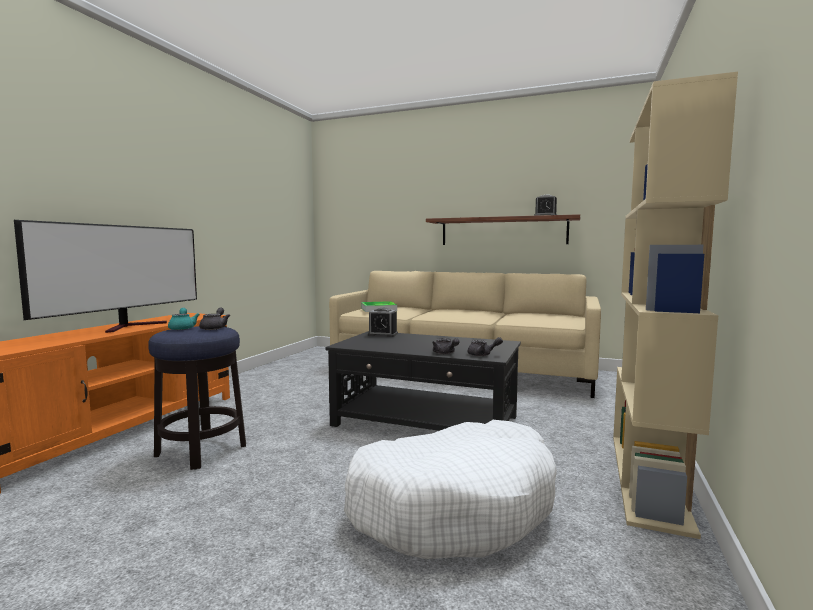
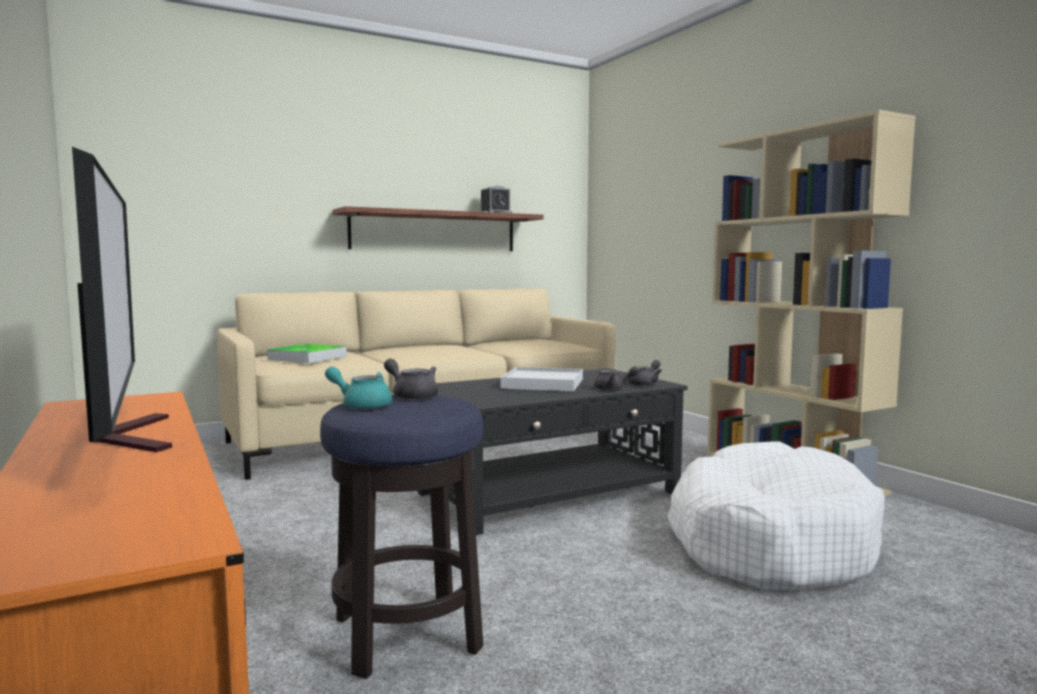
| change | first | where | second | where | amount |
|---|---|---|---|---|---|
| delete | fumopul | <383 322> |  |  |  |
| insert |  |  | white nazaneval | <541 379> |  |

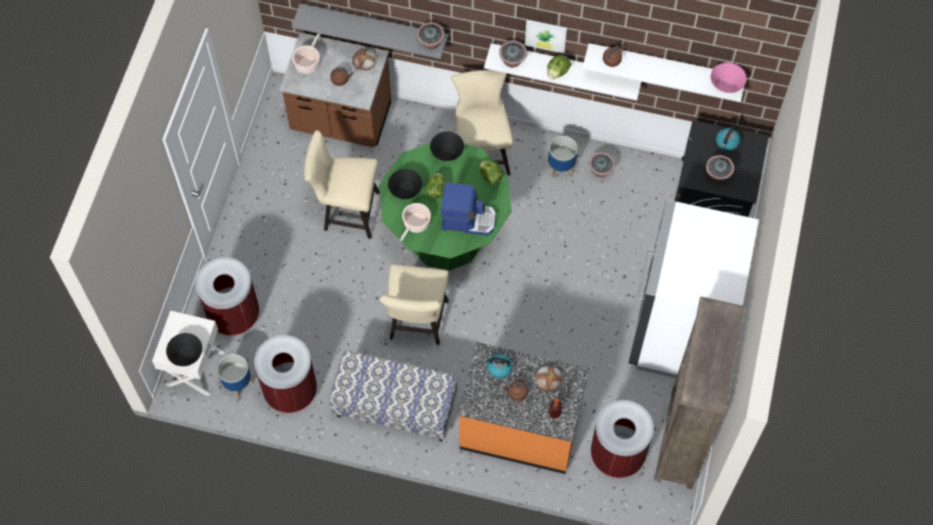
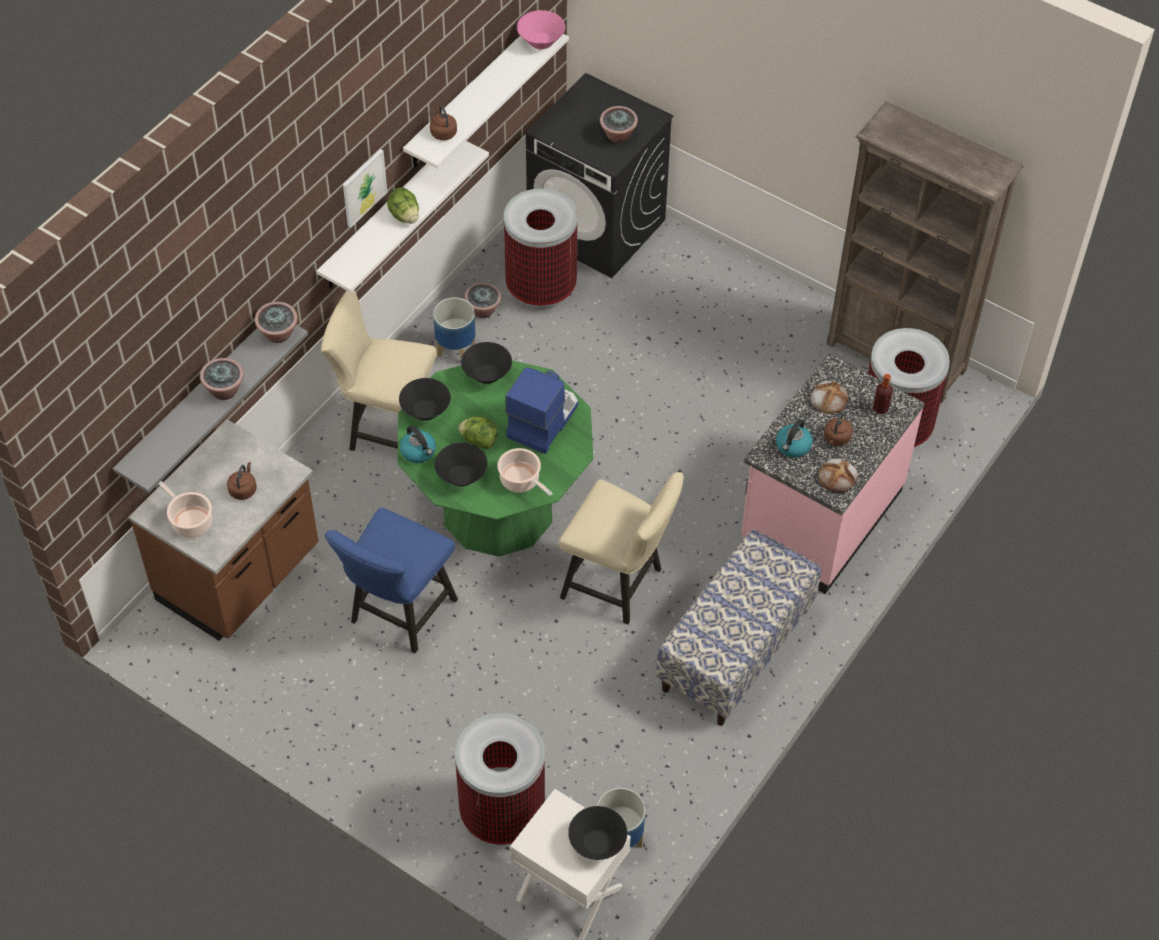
| change | first | where | second | where | amount |
|---|---|---|---|---|---|
| move | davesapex | <285 374> |  | <541 249> |  |
| recolor | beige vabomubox | <342 184> | blue vabomubox | <391 580> |  |
| move | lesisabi | <364 59> |  | <838 476> |  |
| recolor | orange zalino | <523 408> | pink zalino | <833 474> |  |
| replace | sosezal | <491 172> | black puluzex | <486 363> |  |
| move | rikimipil | <513 54> |  | <222 379> |  |
| delete | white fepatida | <694 289> |  |  |  |
| move | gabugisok | <728 138> |  | <418 444> |  |

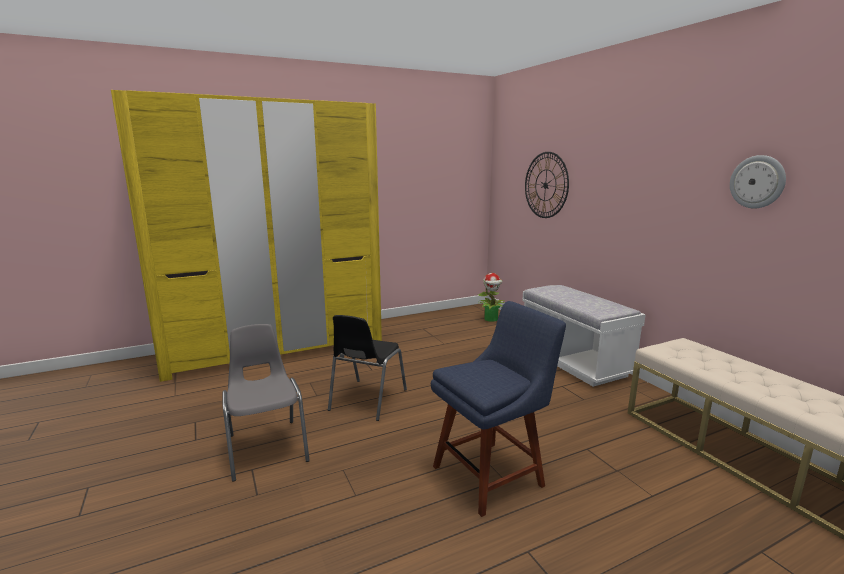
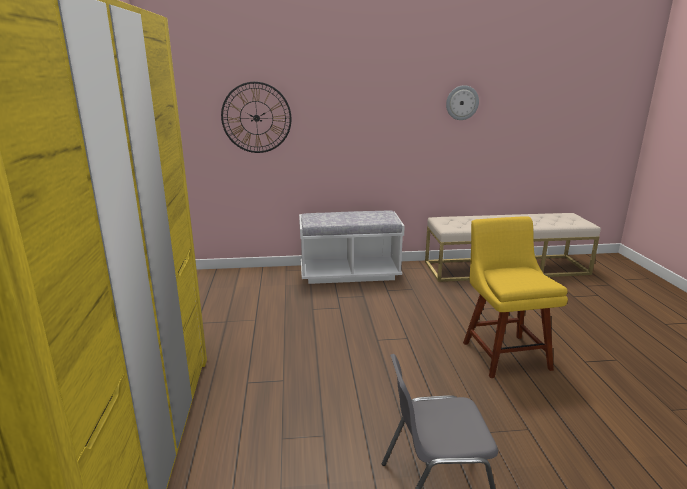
| change | first | where | second | where | amount |
|---|---|---|---|---|---|
| delete | black vabomubox | <367 368> |  |  |  |
| recolor | blue vabomubox | <498 409> | yellow vabomubox | <515 297> |  |
| delete | rikimipil | <491 297> |  |  |  |

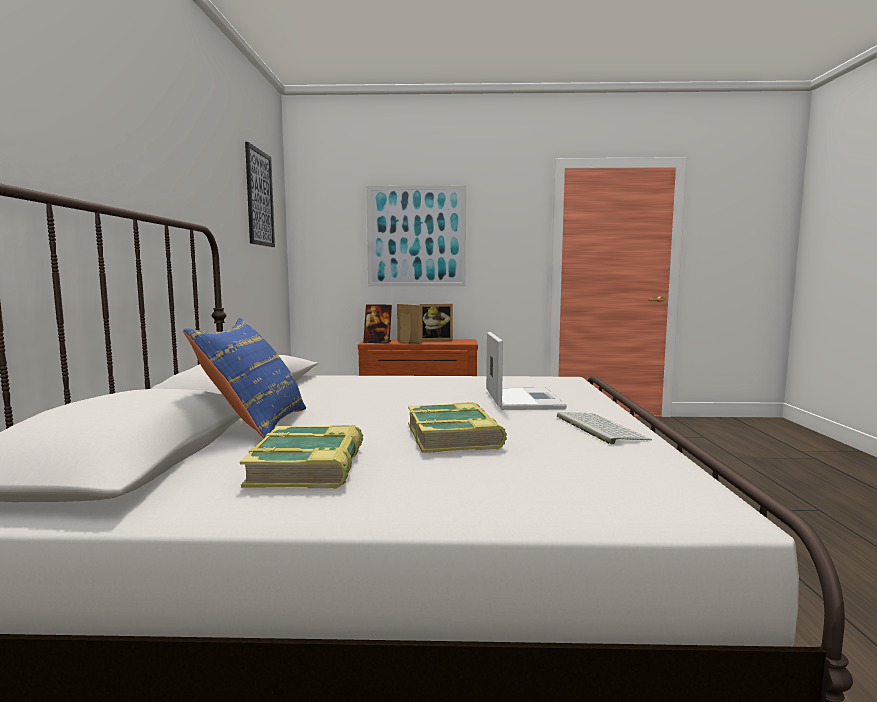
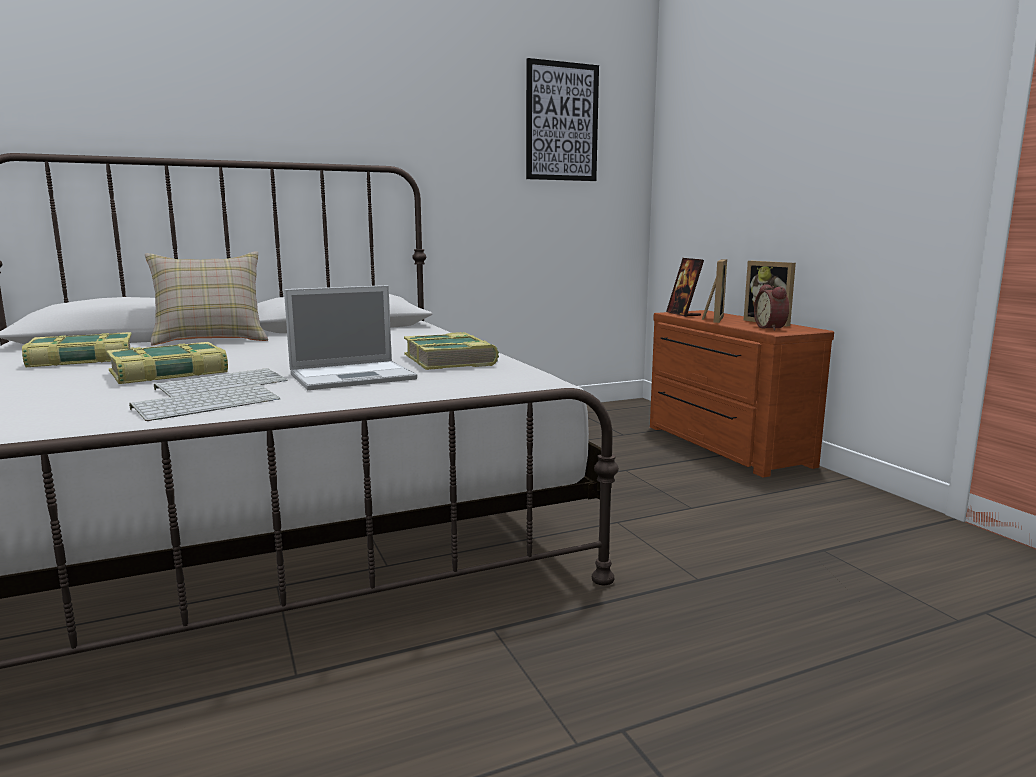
| change | first | where | second | where | amount |
|---|---|---|---|---|---|
| recolor | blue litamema | <244 378> | beige litamema | <206 298> |  |
| delete | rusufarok | <416 236> |  |  |  |
| insert |  |  | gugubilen | <221 382> |  |
| insert |  |  | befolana | <451 351> |  |
| insert |  |  | fumopul | <771 307> |  |

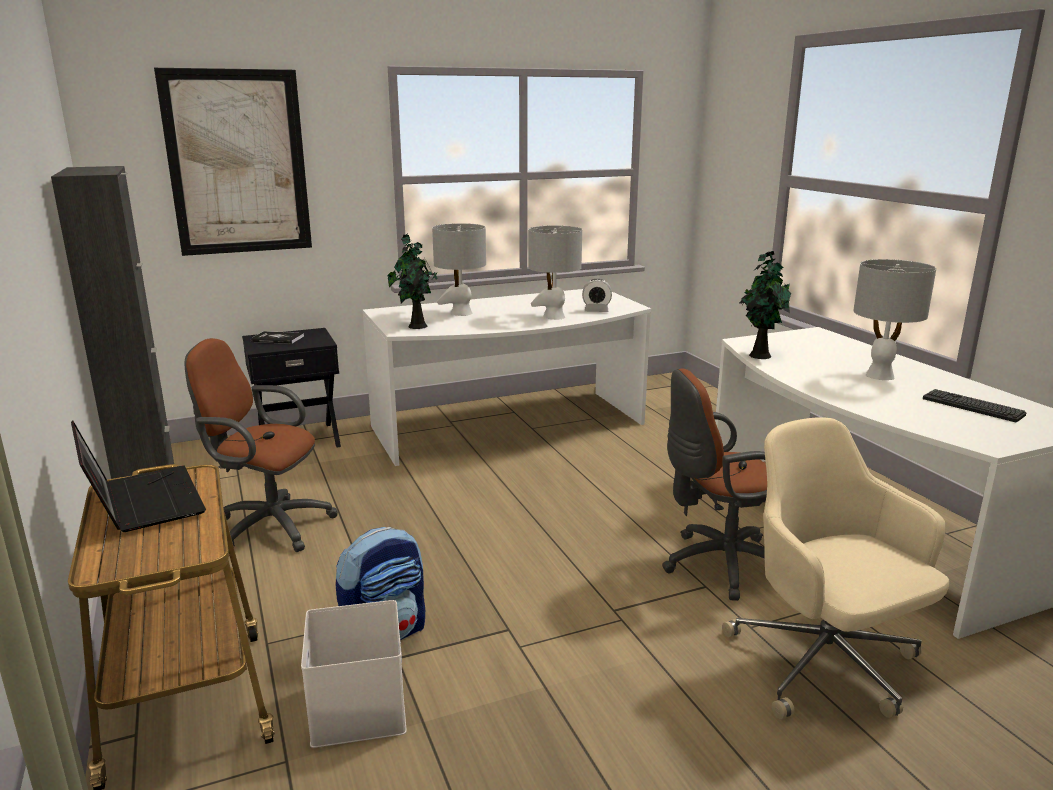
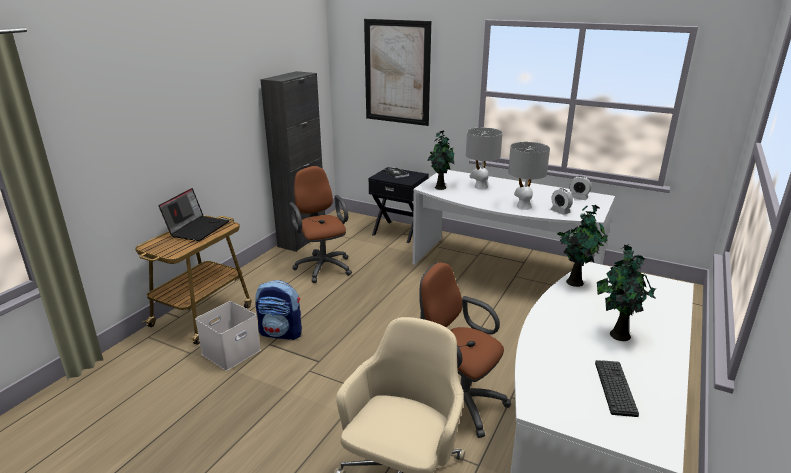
| change | first | where | second | where | amount |
|---|---|---|---|---|---|
| replace | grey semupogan | <895 319> | rikimipil | <626 292> |  |
| insert |  |  | fumopul | <580 188> |  |

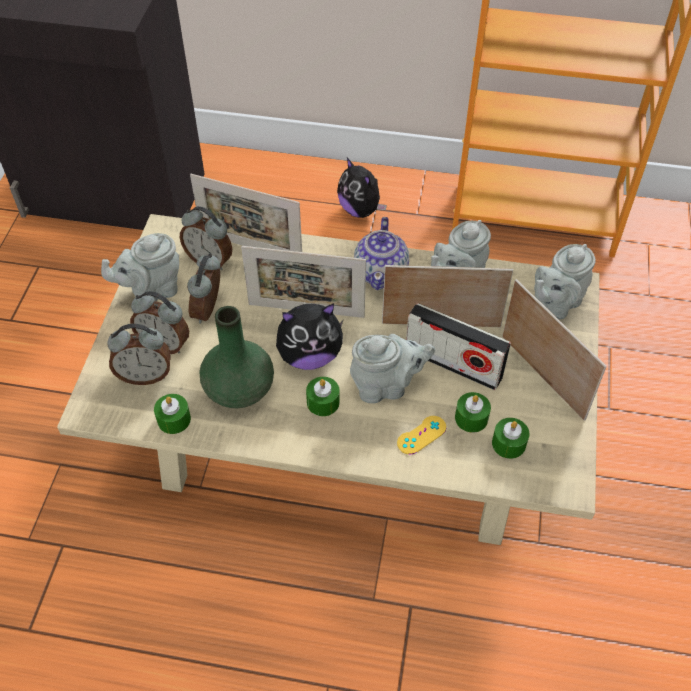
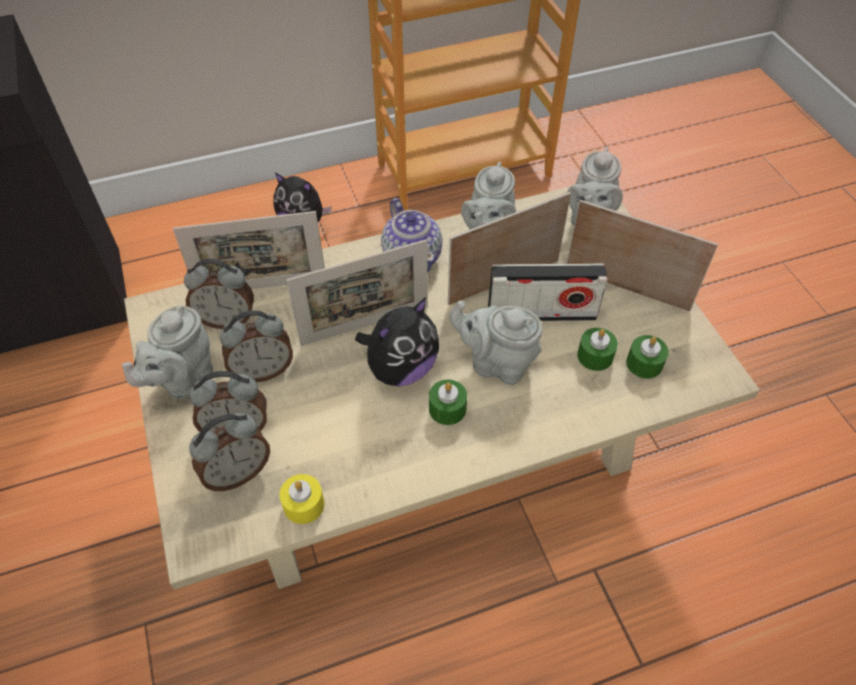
| change | first | where | second | where | amount |
|---|---|---|---|---|---|
| recolor | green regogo | <172 414> | yellow regogo | <301 499> |  |
| rotate | fumopul | <203 288> |  | <256 346> | 90 degrees counterclockwise |
| delete | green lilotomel | <236 357> |  |  |  |
| rotate | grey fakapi | <392 369> |  | <495 342> | 120 degrees counterclockwise |
| delete | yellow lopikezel | <421 435> |  |  |  |

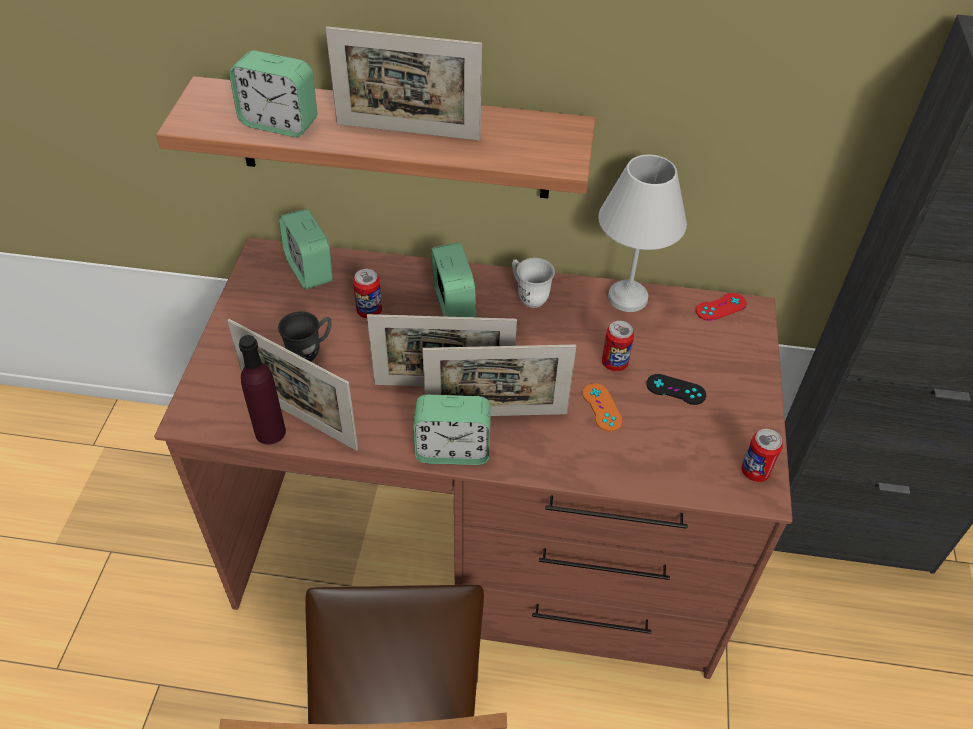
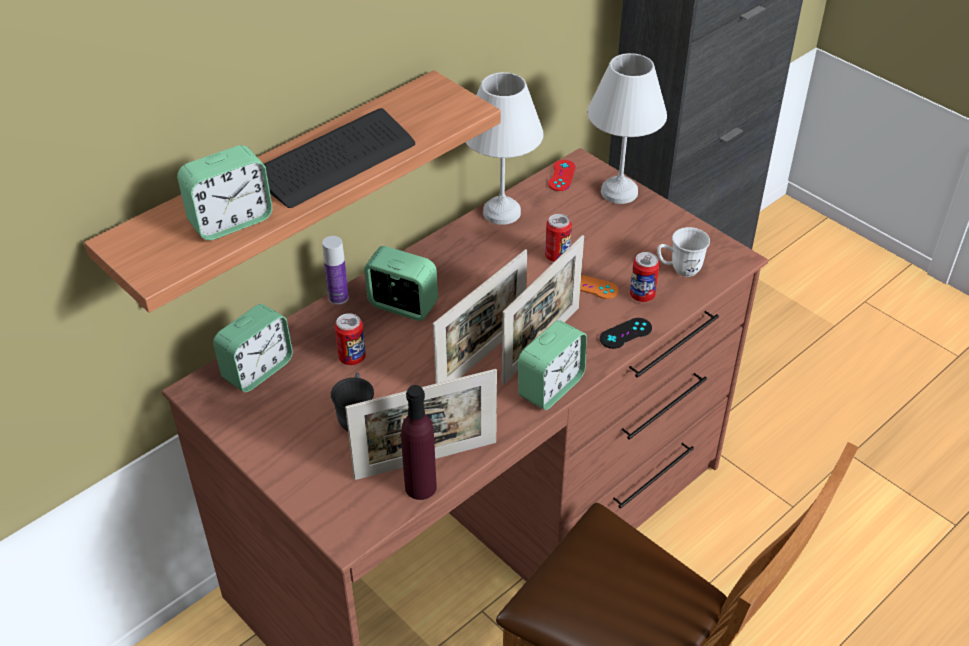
| change | first | where | second | where | amount |
|---|---|---|---|---|---|
| rotate | fumopul | <306 249> |  | <253 348> | 60 degrees counterclockwise |
| replace | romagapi | <403 83> | gugubilen | <339 158> |  |
| move | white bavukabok | <533 283> |  | <683 252> |  |
| move | black lopikezel | <676 389> |  | <626 333> |  |
| move | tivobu | <762 455> |  | <644 277> |  |
| insert |  |  | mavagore | <335 270> |  |
| insert |  |  | white semupogan | <627 128> |  |

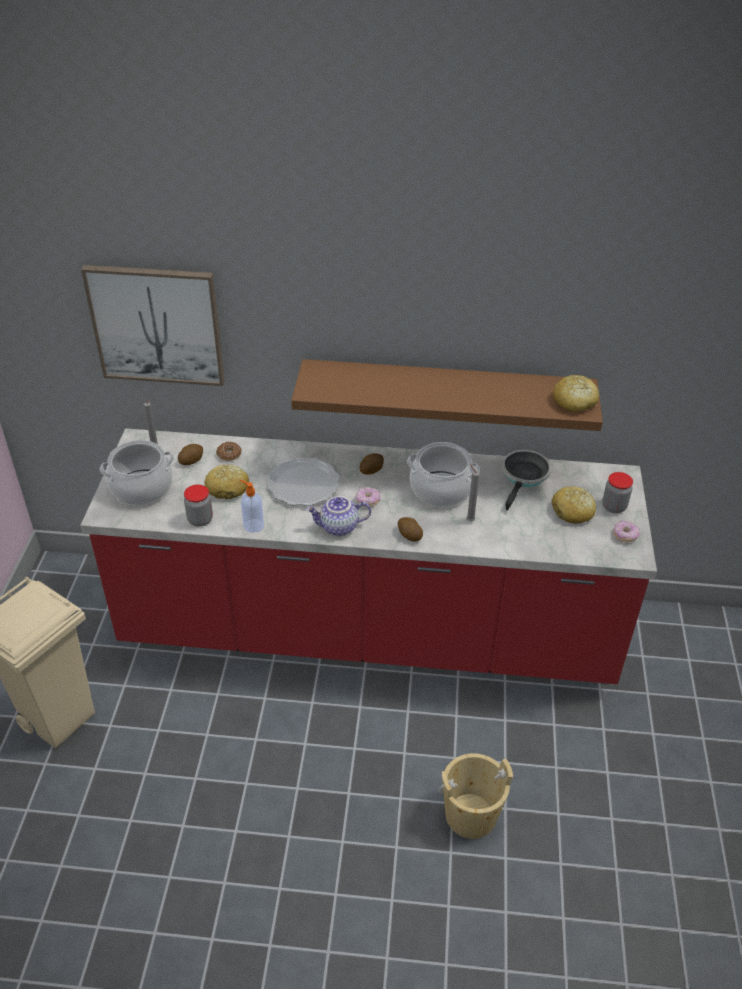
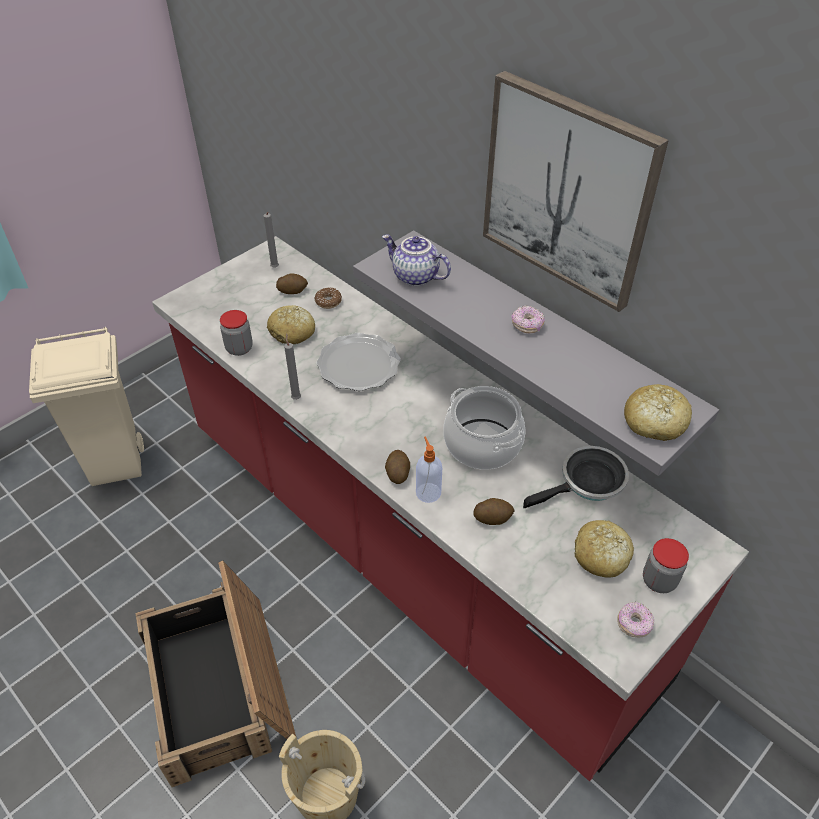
| change | first | where | second | where | amount |
|---|---|---|---|---|---|
| move | rusufarok | <153 325> |  | <576 191> |  |
| delete | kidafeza | <137 472> |  |  |  |
| move | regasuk | <252 506> |  | <429 469> |  |
| recolor | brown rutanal | <447 395> | grey rutanal | <536 353> |  |
| move | fakapi | <338 516> |  | <416 260> |  |
| move | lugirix | <368 497> |  | <528 319> |  |
| move | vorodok | <371 464> |  | <494 511> |  |
| move | grey regogo | <473 492> |  | <292 366> |  |
| insert |  |  | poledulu | <216 673> |  |

